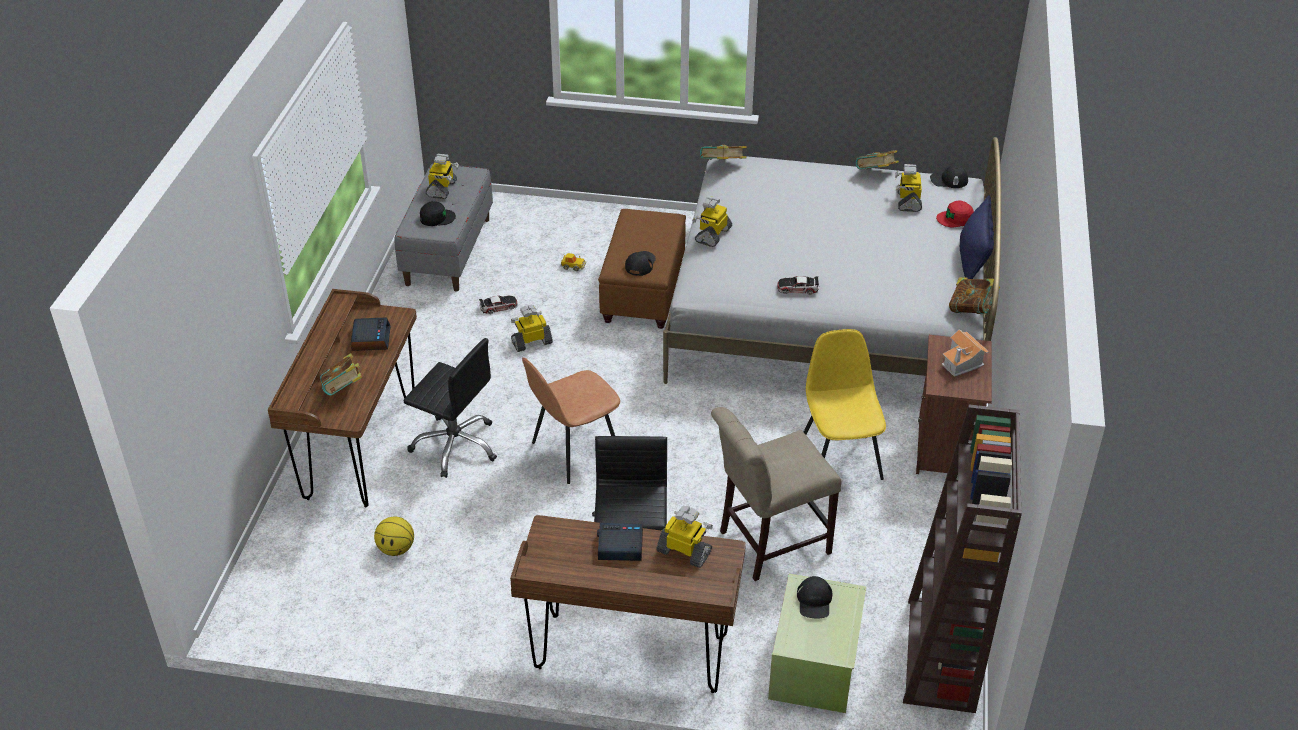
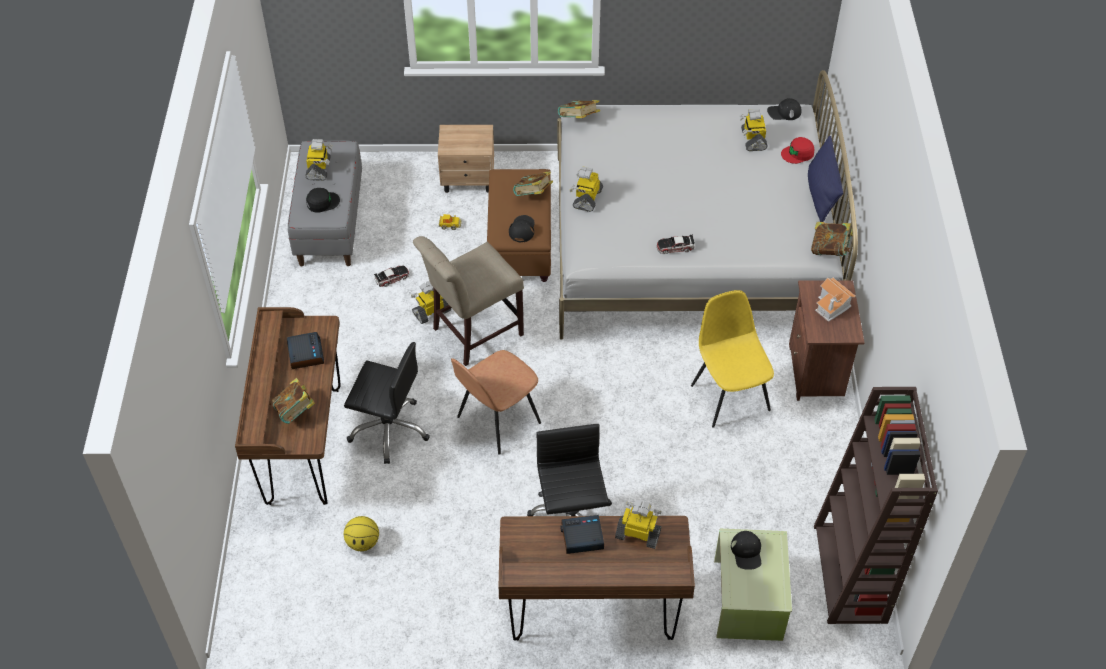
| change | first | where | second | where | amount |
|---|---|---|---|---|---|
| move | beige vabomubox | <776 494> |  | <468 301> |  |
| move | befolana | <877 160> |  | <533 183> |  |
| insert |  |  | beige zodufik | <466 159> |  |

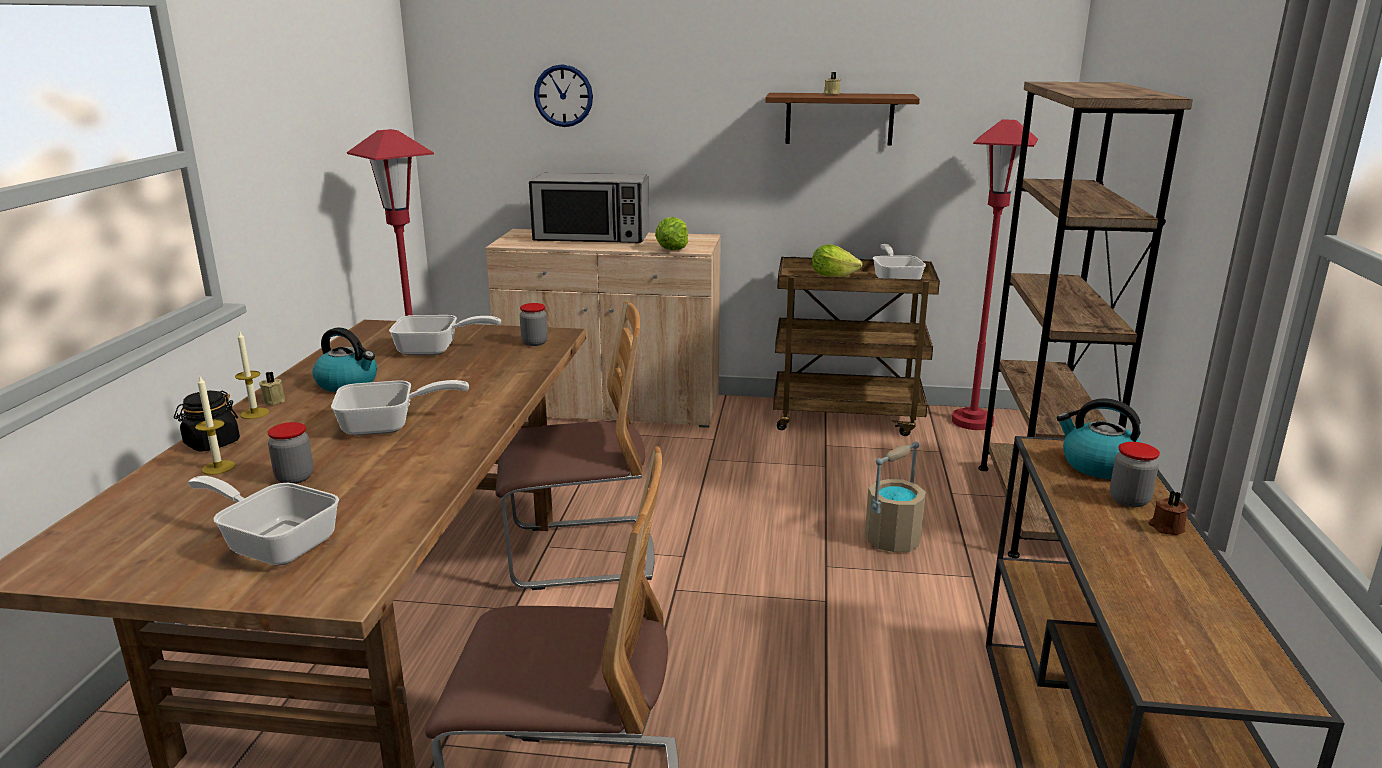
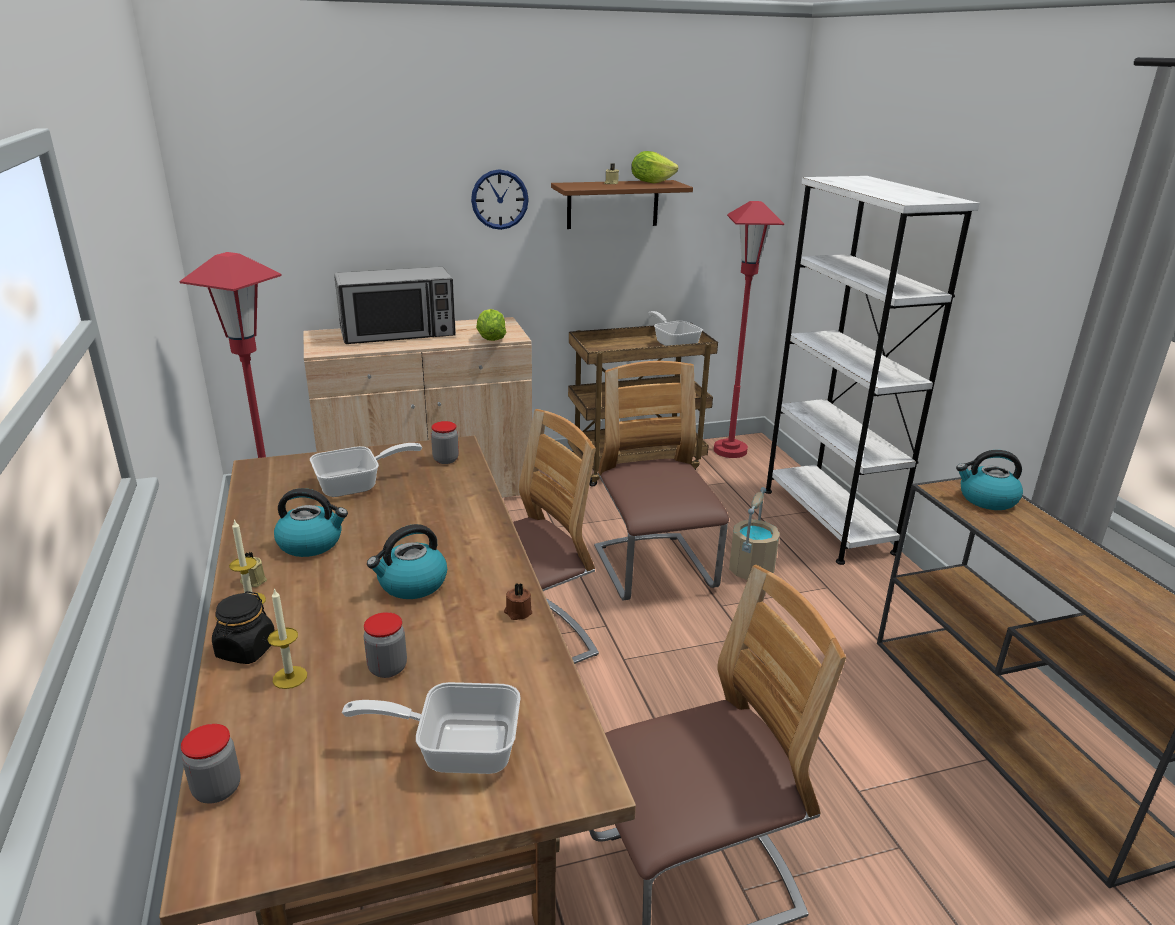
| change | first | where | second | where | amount |
|---|---|---|---|---|---|
| replace | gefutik | <400 408> | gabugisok | <407 561> |  |
| move | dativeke | <563 95> |  | <500 199> |  |
| move | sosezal | <837 260> |  | <654 167> |  |
| recolor | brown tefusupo | <1085 320> | white tefusupo | <872 370> |  |
| move | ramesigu | <1135 474> |  | <211 764> |  |
| move | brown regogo | <1168 513> |  | <518 601> |  |
| insert |  |  | vabomubox | <661 480> |  |

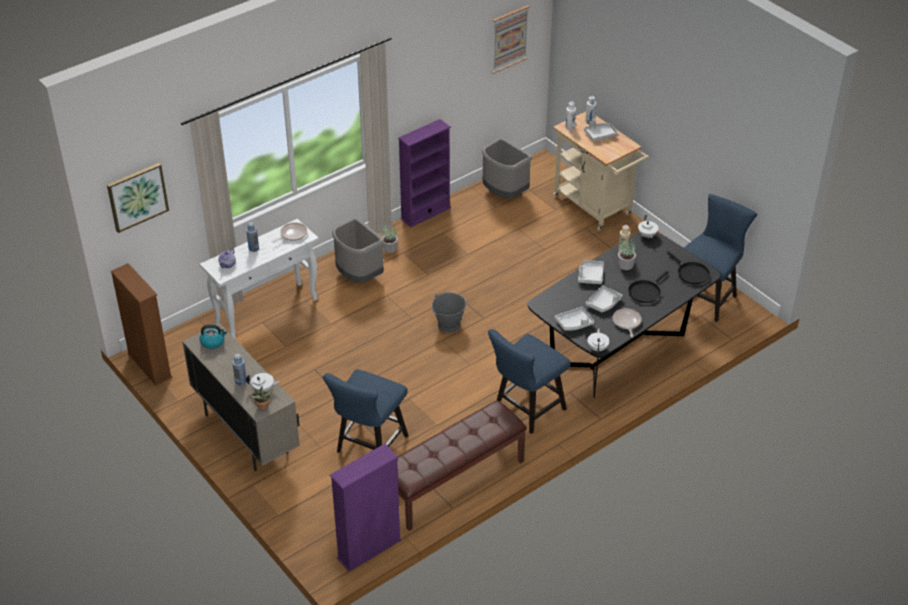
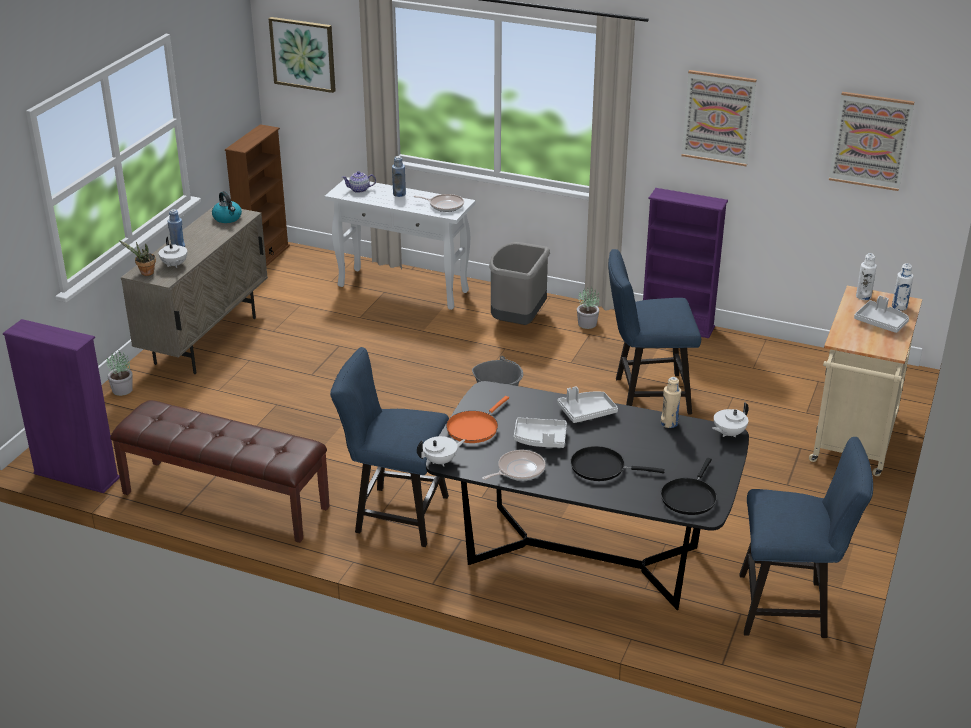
| change | first | where | second | where | amount |
|---|---|---|---|---|---|
| move | blue vabomubox | <365 411> |  | <654 331> |  |
| delete | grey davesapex | <507 168> |  |  |  |
| replace | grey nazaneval | <575 318> | orange gefutik | <477 419> |  |
| move | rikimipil | <627 254> |  | <119 374> |  |
| insert |  |  | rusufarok | <719 118> |  |

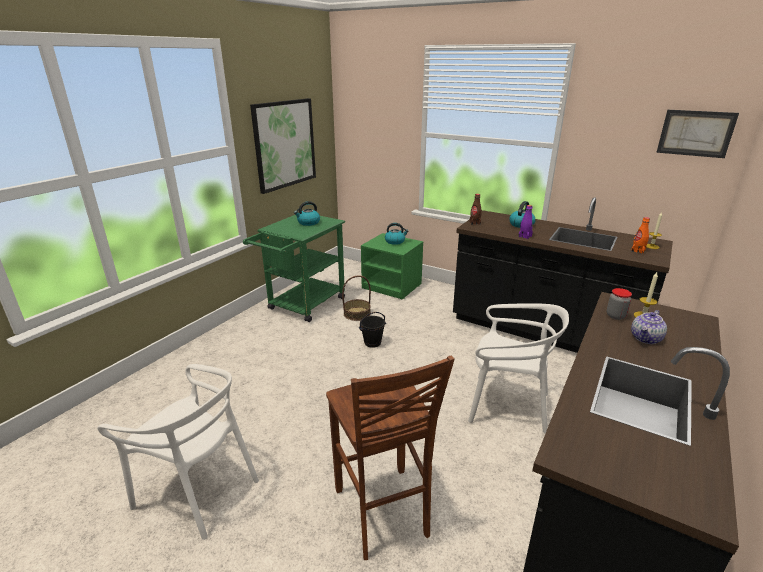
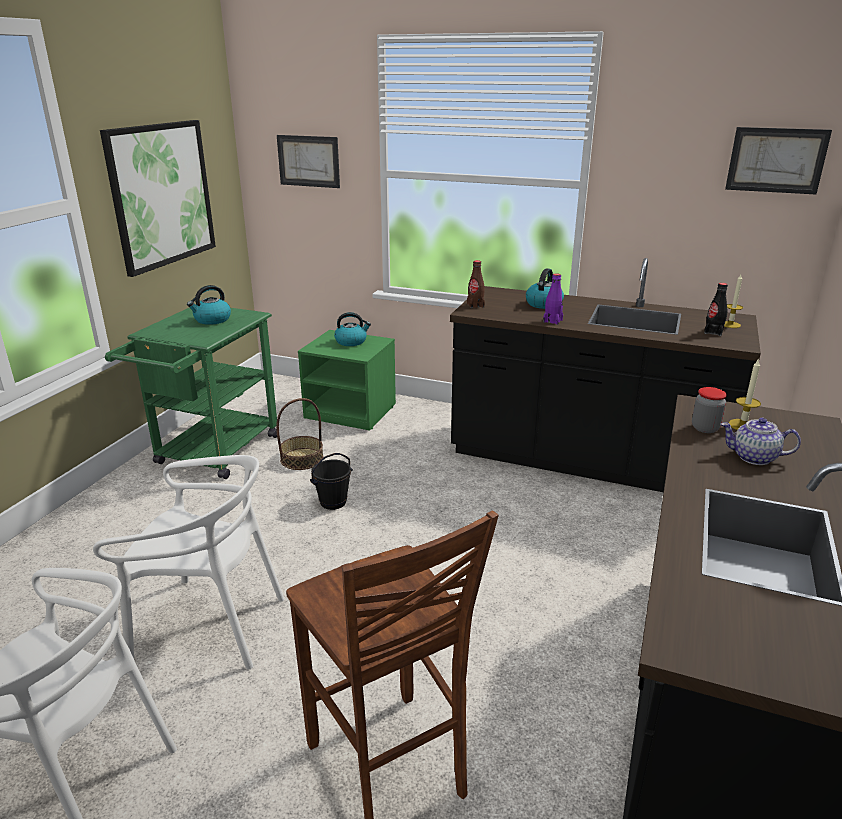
| change | first | where | second | where | amount |
|---|---|---|---|---|---|
| move | white vabomubox | <518 368> |  | <188 562> |  |
| recolor | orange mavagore | <640 235> | black mavagore | <716 309> |  |
| rotate | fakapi | <649 327> |  | <761 441> | 75 degrees clockwise |
| insert |  |  | rusufarok | <308 161> |  |

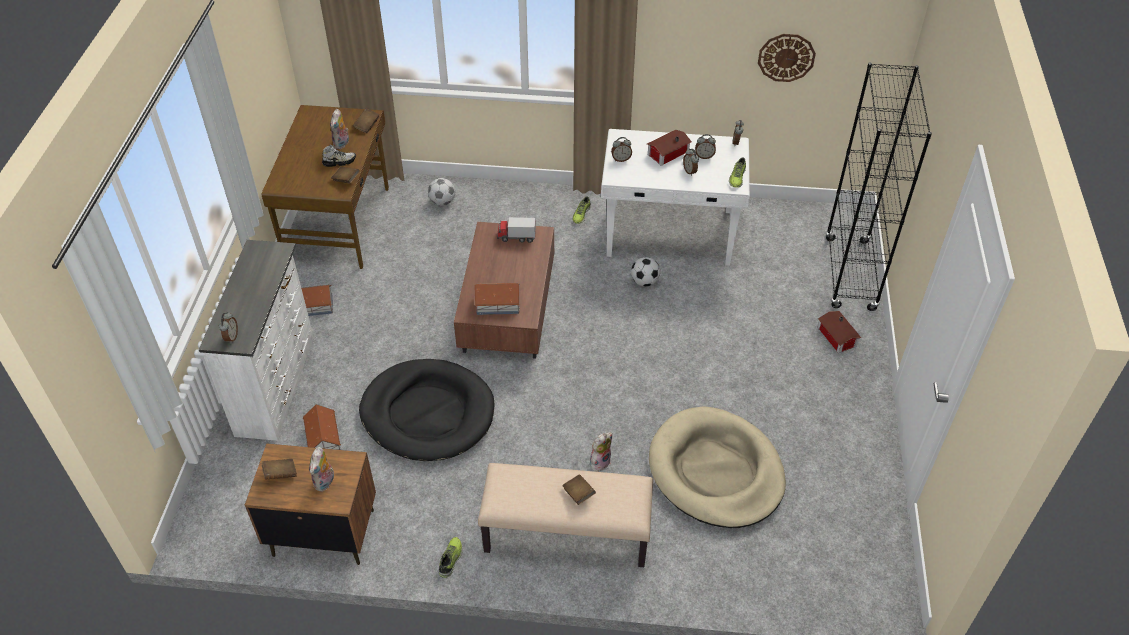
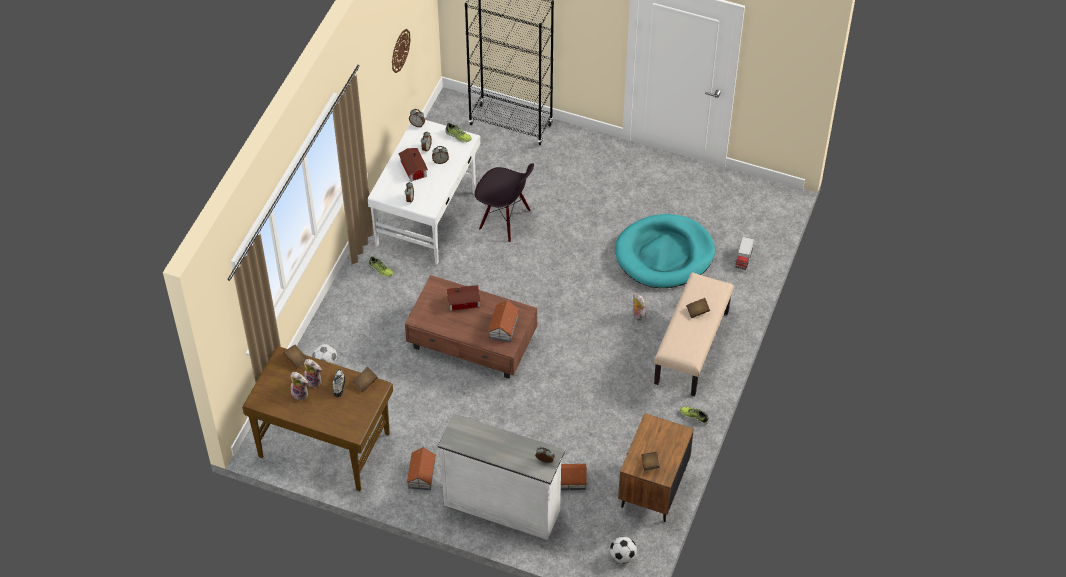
| change | first | where | second | where | amount |
|---|---|---|---|---|---|
| move | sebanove | <321 469> |  | <299 386> |  |
| delete | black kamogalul | <426 410> |  |  |  |
| move | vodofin | <516 230> |  | <744 253> |  |
| move | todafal | <645 271> |  | <623 550> |  |
| recolor | beige kamogalul | <717 467> | turquoise kamogalul | <665 251> |  |
| move | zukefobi | <839 332> |  | <463 298> |  |
| insert |  |  | black vabomubox | <504 203> |  |

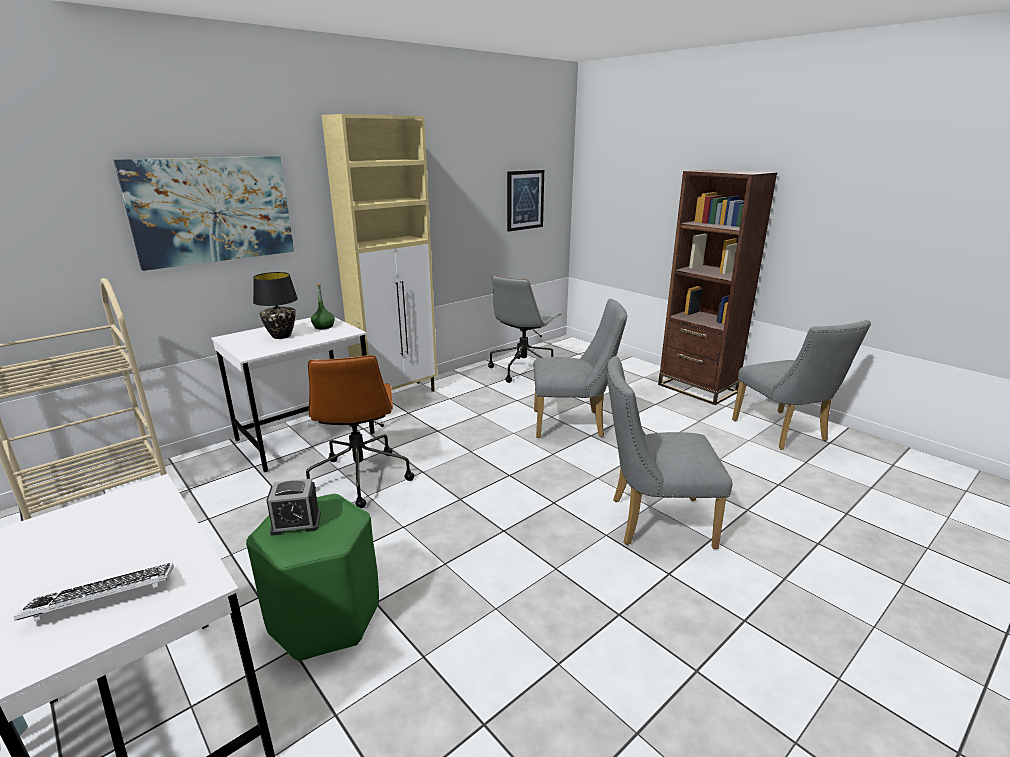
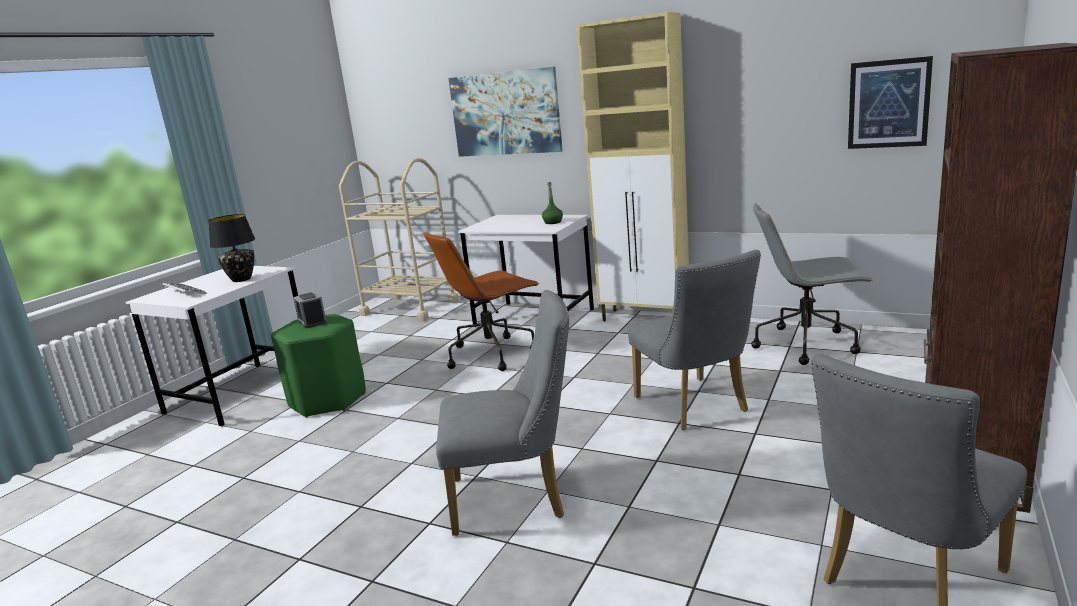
| change | first | where | second | where | amount |
|---|---|---|---|---|---|
| move | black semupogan | <275 305> |  | <231 248> |  |
| rotate | grey vabomubox | <670 452> |  | <502 413> | 105 degrees clockwise |

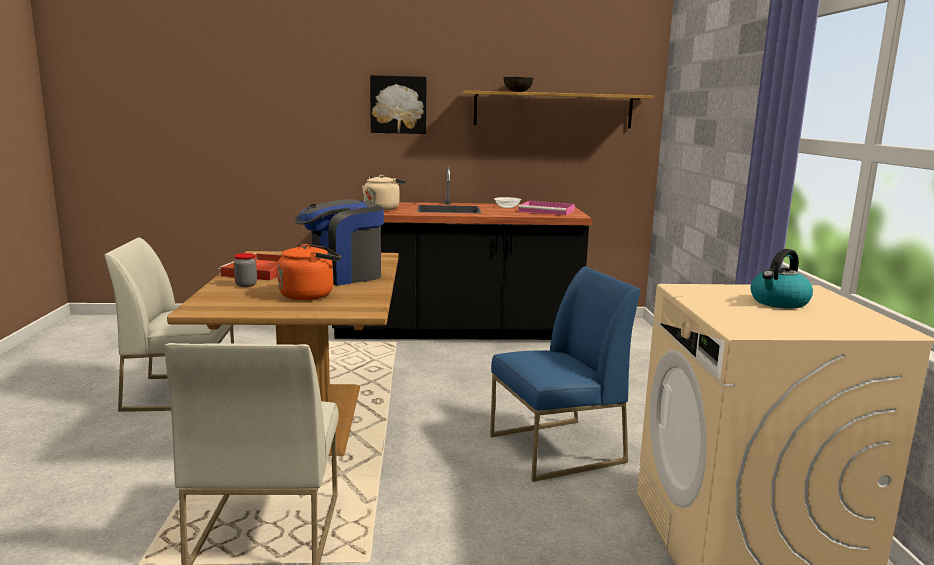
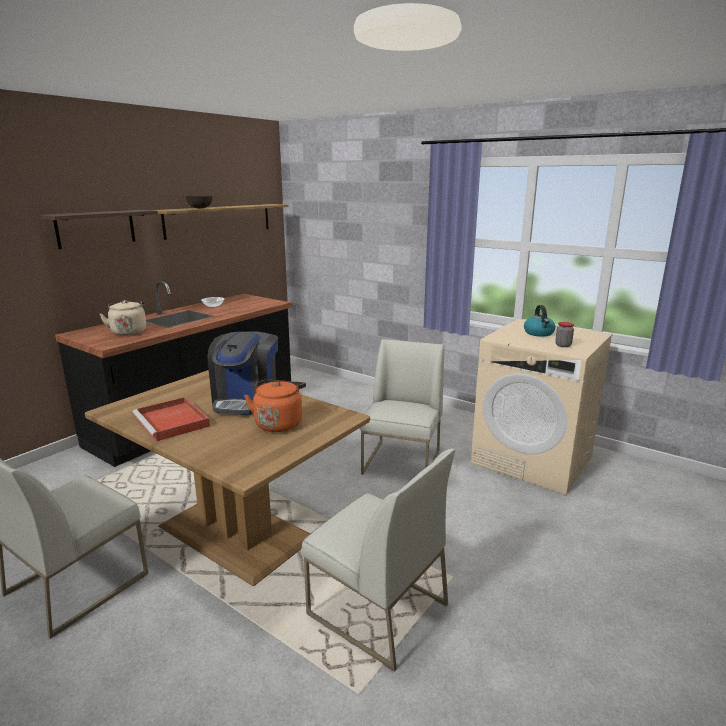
| change | first | where | second | where | amount |
|---|---|---|---|---|---|
| move | ramesigu | <245 270> |  | <564 334> |  |
| replace | rusufarok | <398 104> | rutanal | <98 229> |  |
| recolor | blue vabomubox | <565 374> | white vabomubox | <402 407> |  |
| delete | pink nazaneval | <546 208> |  |  |  |

